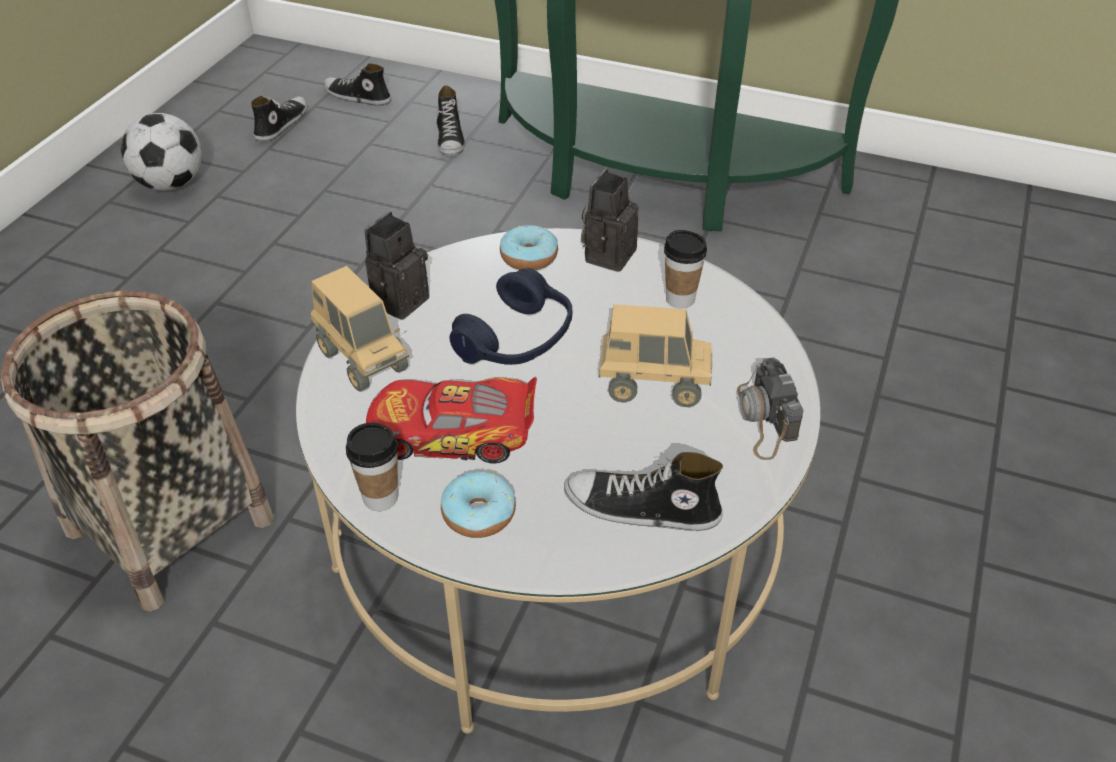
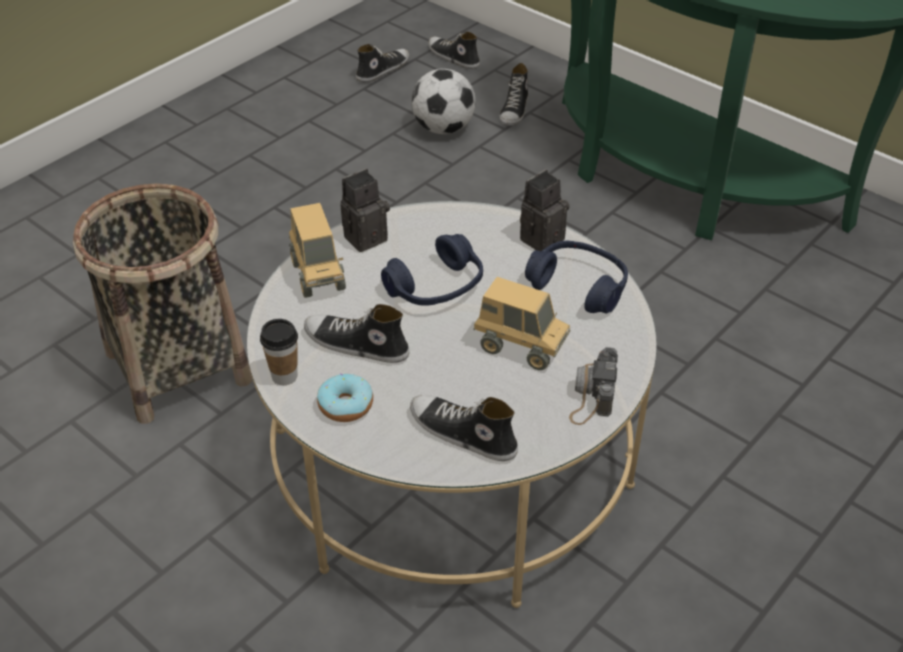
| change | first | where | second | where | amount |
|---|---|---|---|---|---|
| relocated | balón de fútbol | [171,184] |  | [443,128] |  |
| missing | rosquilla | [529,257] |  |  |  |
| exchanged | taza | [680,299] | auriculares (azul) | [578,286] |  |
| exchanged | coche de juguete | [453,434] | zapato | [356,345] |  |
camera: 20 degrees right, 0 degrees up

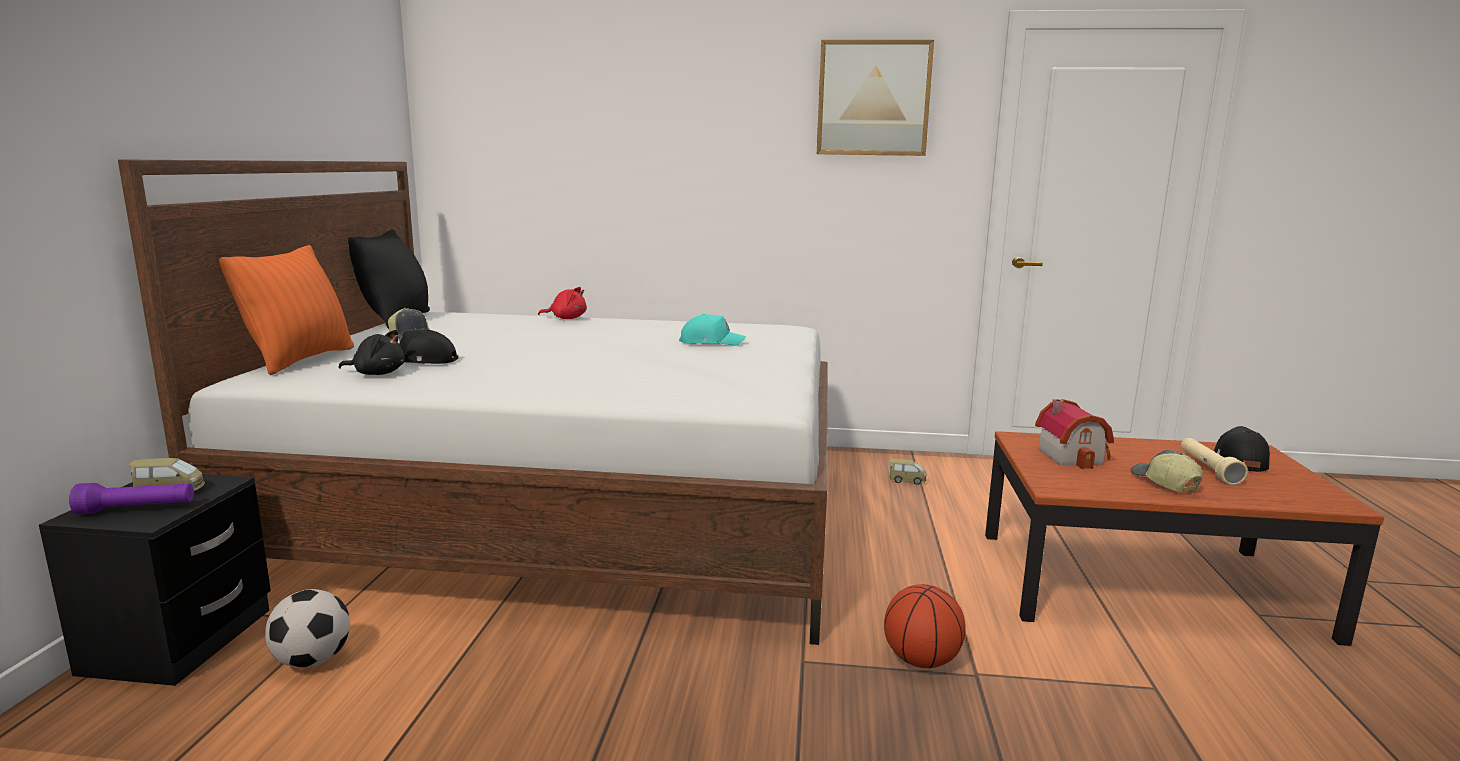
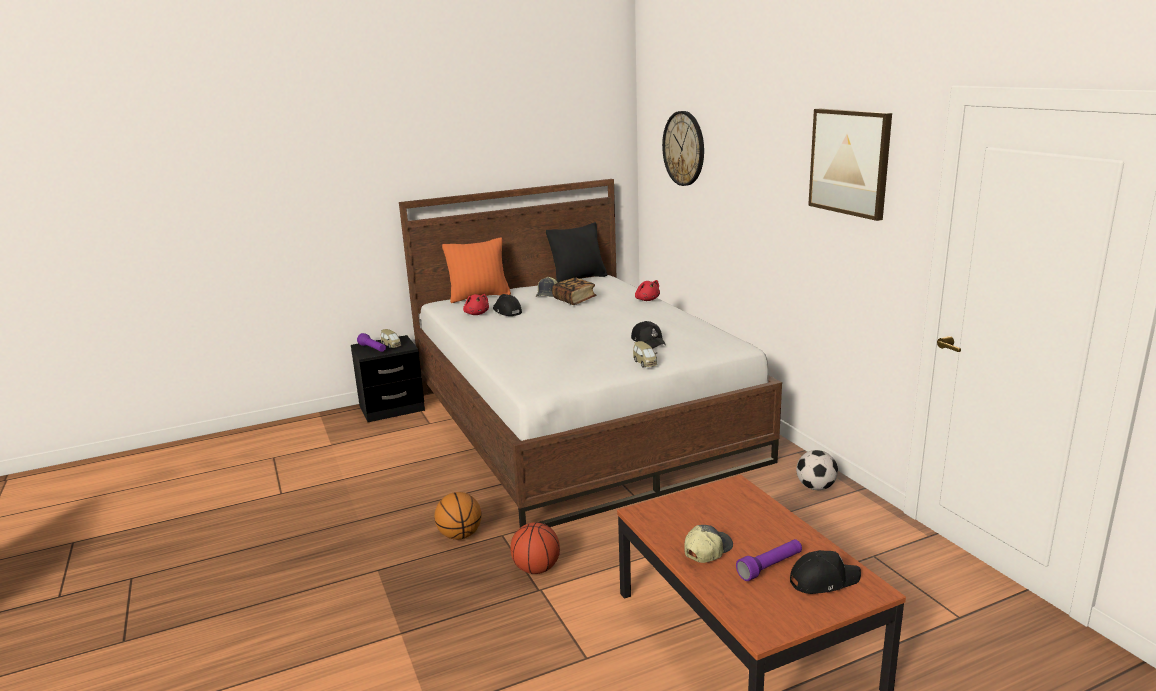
| change | first | where | second | where | amount |
|---|---|---|---|---|---|
| colour | gorra (turquesa) | [711,342] | gorra (negro) | [648,341] |  |
| colour | peluche (negro) | [377,373] | peluche (rojo) | [476,314] |  |
| missing | casita | [1073,456] |  |  |  |
| colour | linterna (beis) | [1208,469] | linterna (morado) | [770,567] |  |
| relocated | coche de juguete | [907,480] |  | [645,363] |  |
| relocated | balón de fútbol | [312,661] |  | [815,487] |  |
| appeared |  |  | reloj de pared | [684,148] |  |
| appeared |  |  | libro | [574,300] |  |
| appeared |  |  | balón de baloncesto | [460,535] |  |
camera: 60 degrees right, 5 degrees up

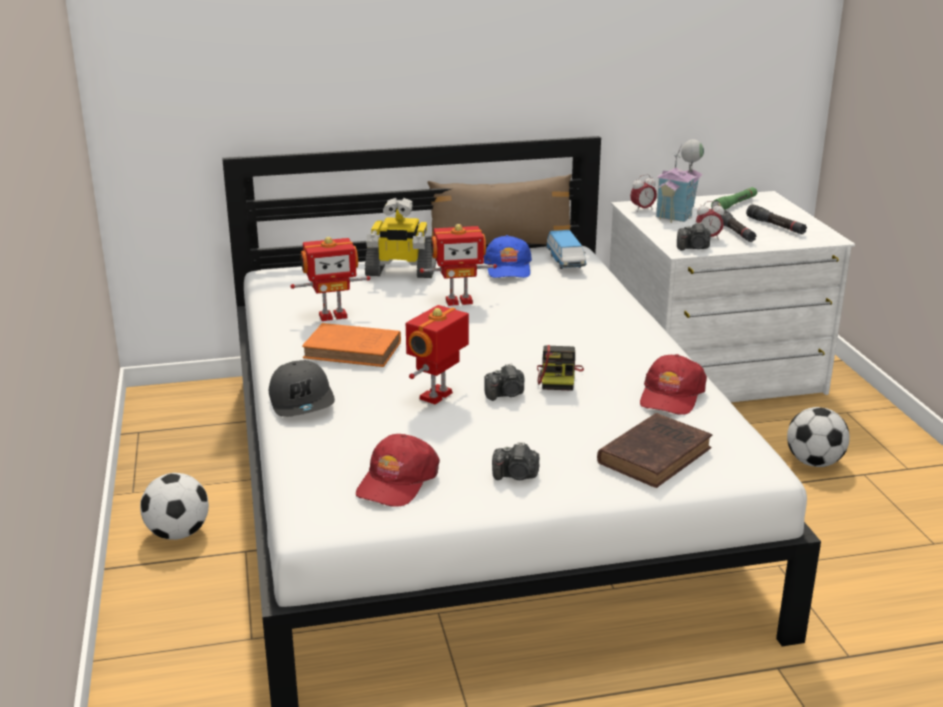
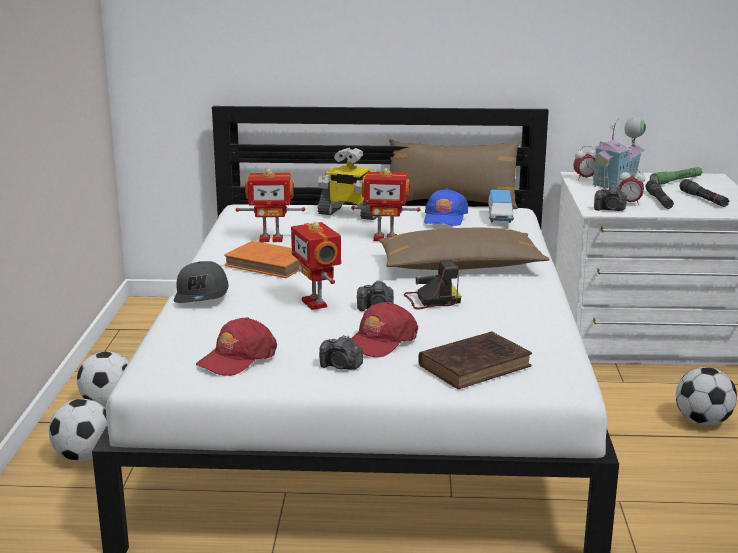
| change | first | where | second | where | amount |
|---|---|---|---|---|---|
| spun | robot de juguete | [438,396] |  | [316,303] | 75 degrees counterclockwise |
| spun | cámara | [559,378] |  | [431,300] | 120 degrees counterclockwise |
| relocated | gorra (rojo) | [671,396] |  | [380,341] |  |
| appeared |  |  | cojín (marrón) | [460,267] |  |
| appeared |  |  | balón de fútbol | [84,457] |  |
camera: 15 degrees right, 5 degrees down

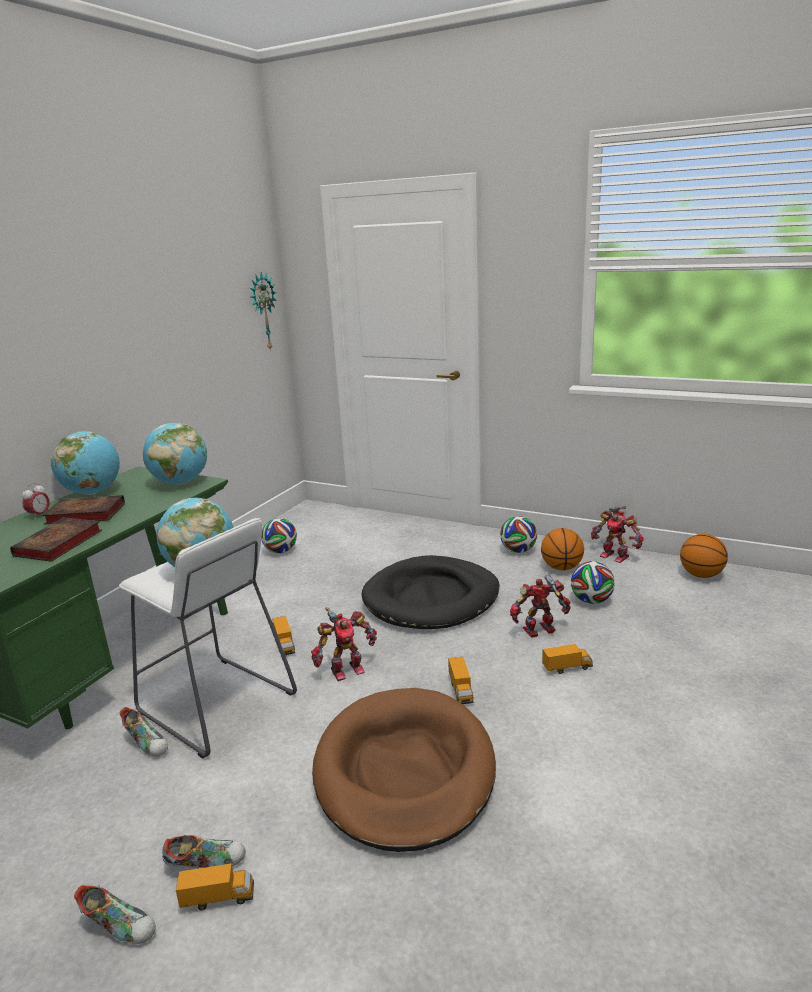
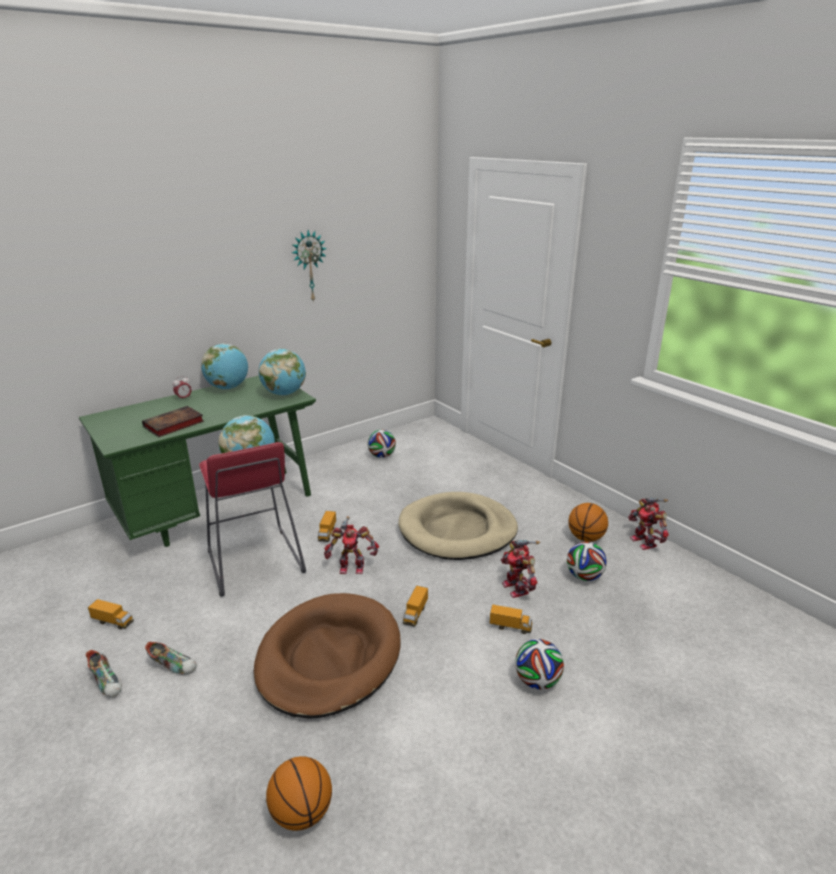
| change | first | where | second | where | amount |
|---|---|---|---|---|---|
| relocated | reloj de pared | [263,312] |  | [309,266] |  |
| missing | libro | [83,514] |  |  |  |
| relocated | balón de fútbol | [518,550] |  | [537,681] |  |
| colour | taburete (blanco) | [216,704] | taburete (rojo) | [254,562] |  |
| relocated | balón de baloncesto | [701,575] |  | [301,813] |  |
| colour | cama para perro (negro) | [431,598] | cama para perro (beis) | [457,530] |  |
| spun | robot de juguete | [540,631] |  | [517,588] | 120 degrees counterclockwise |
| missing | zapato | [148,743] |  |  |  |
| relocated | camión de juguete | [218,899] |  | [113,622] |  |
camera: 25 degrees right, 5 degrees up

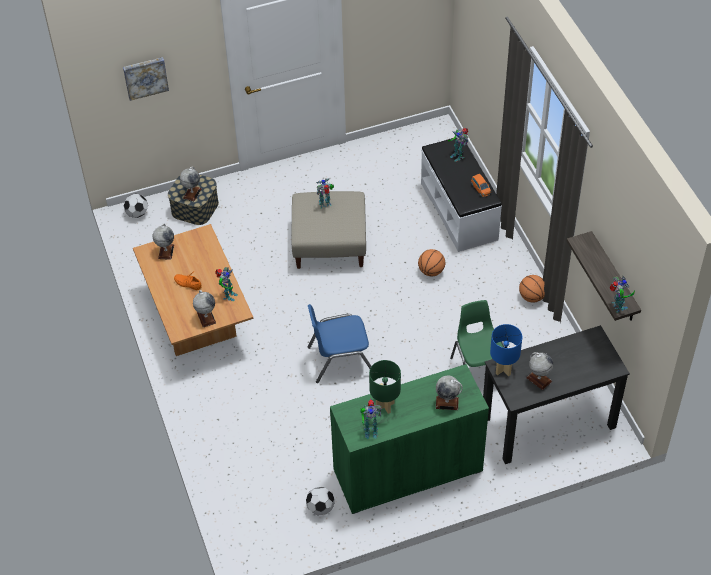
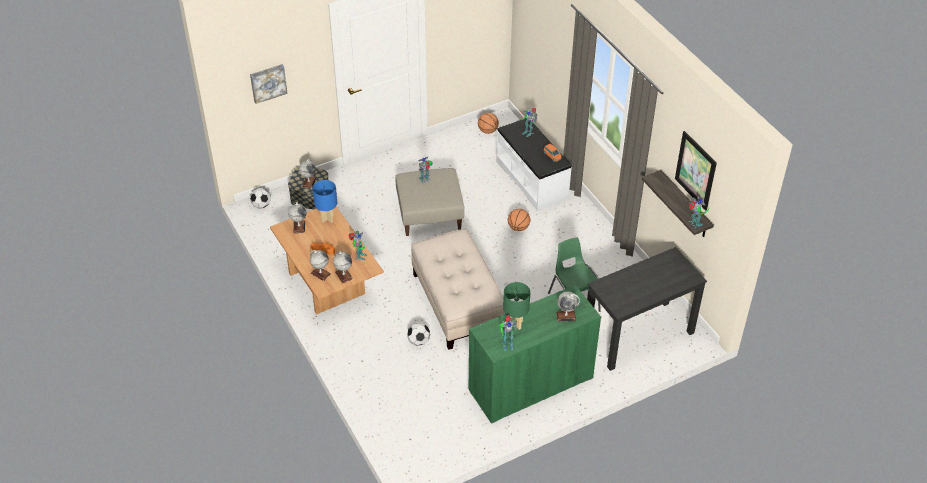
| change | first | where | second | where | amount |
|---|---|---|---|---|---|
| relocated | balón de baloncesto | [531,297] |  | [488,131] |  |
| exchanged | silla (azul) | [340,359] | puf (beis) | [456,303] |  |
| relocated | lámpara de mesa (azul) | [503,369] |  | [327,218] |  |
| relocated | globo terráqueo | [539,379] |  | [320,273] |  |
| relocated | balón de fútbol | [320,508] |  | [418,341] |  |
| appeared |  |  | cuadro | [695,170] |  |
camera: 10 degrees left, 5 degrees down

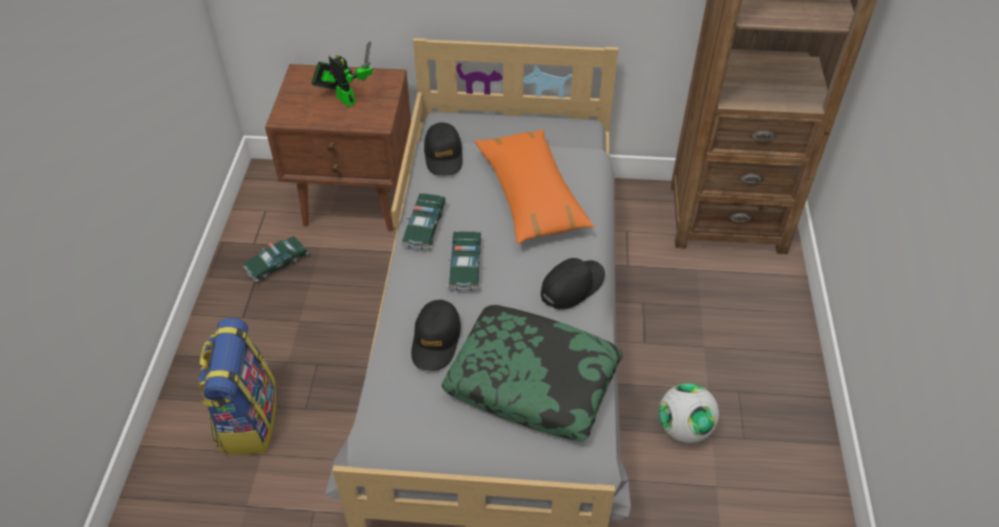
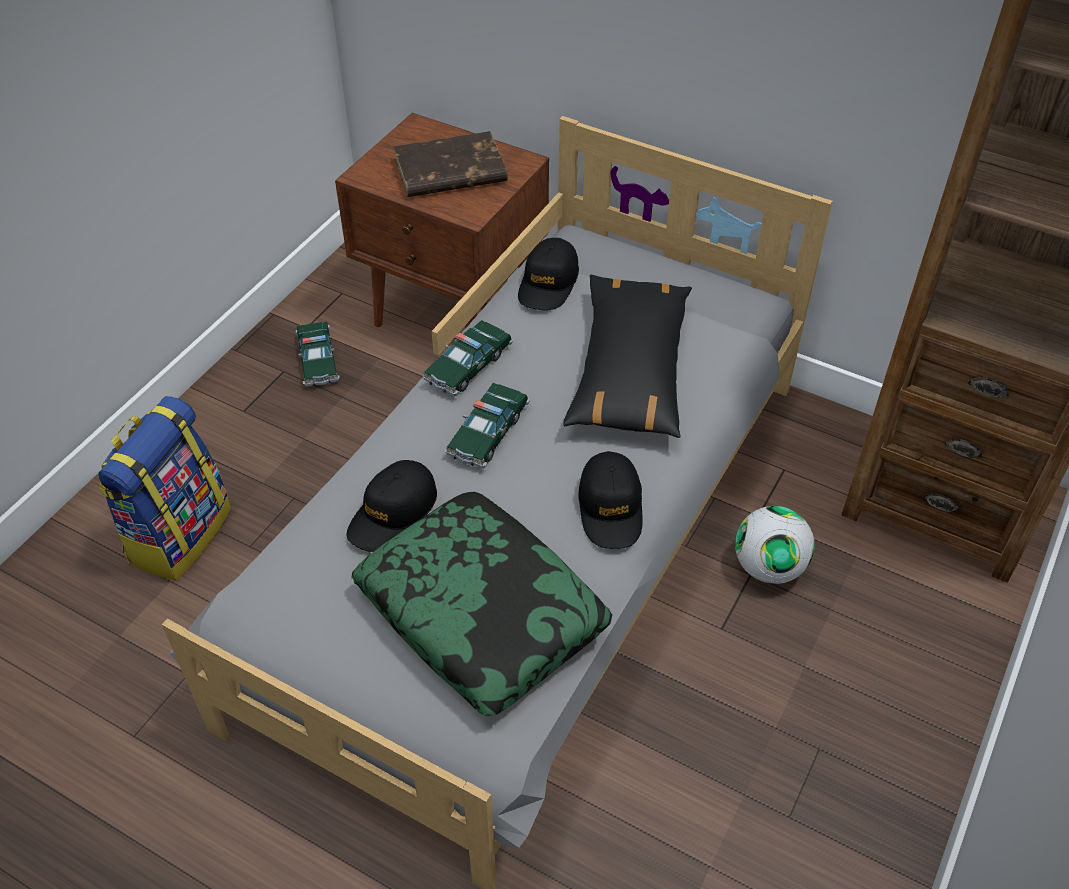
| change | first | where | second | where | amount |
|---|---|---|---|---|---|
| exchanged | robot de juguete | [344,98] | libro (marrón) | [449,172] |  |
| colour | cojín (naranja) | [531,195] | cojín (negro) | [630,370] |  |
| spun | coche de juguete | [277,263] |  | [318,360] | 90 degrees counterclockwise |
| spun | gorra (negro) | [572,286] |  | [611,508] | 105 degrees clockwise |
| relocated | balón de fútbol | [684,428] |  | [768,567] |  |
camera: 25 degrees right, 0 degrees up

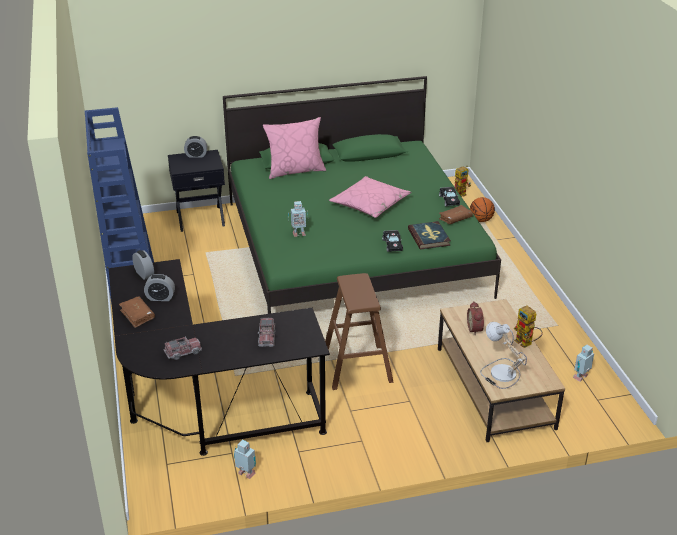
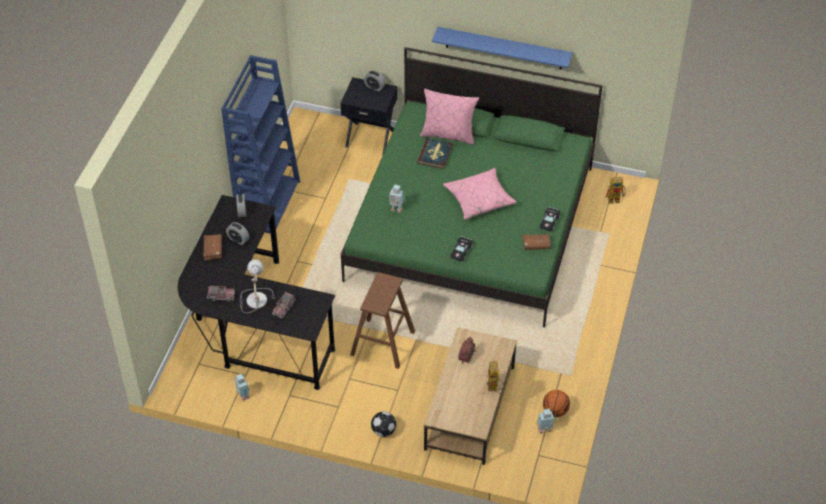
| change | first | where | second | where | amount |
|---|---|---|---|---|---|
| relocated | balón de baloncesto | [481,220] |  | [555,411] |  |
| relocated | libro | [429,237] |  | [435,155] |  |
| relocated | lámpara de mesa | [500,373] |  | [254,299] |  |
| appeared |  |  | estante (azul) | [504,48] |  |
| appeared |  |  | balón de fútbol | [384,431] |  |
camera: 30 degrees right, 15 degrees up

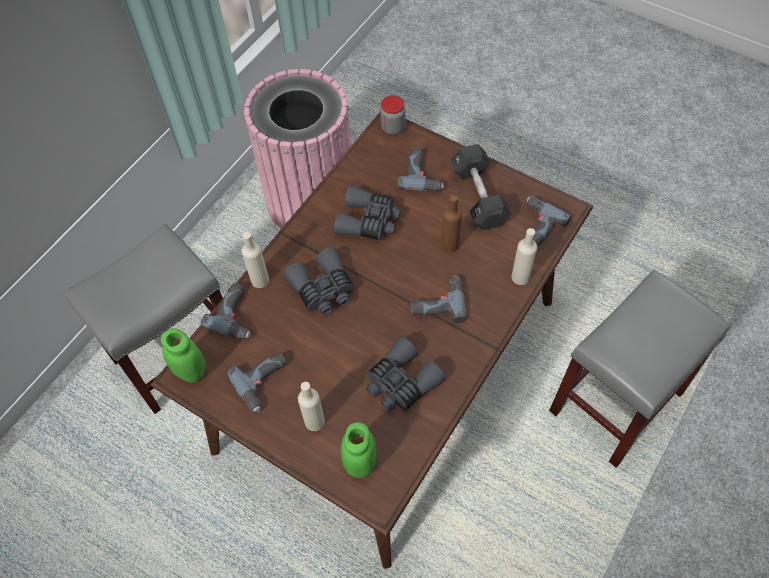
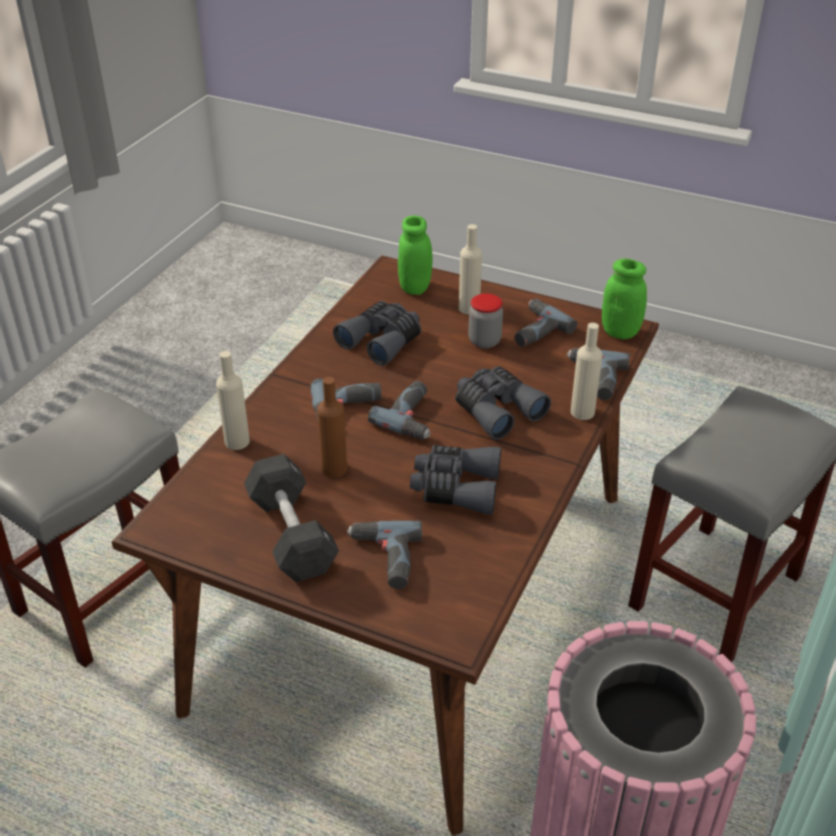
| change | first | where | second | where | amount |
|---|---|---|---|---|---|
| relocated | tarro | [393,128] |  | [484,341] |  |
| relocated | taladro | [536,225] |  | [413,417] |  |
camera: 170 degrees right, 20 degrees down

